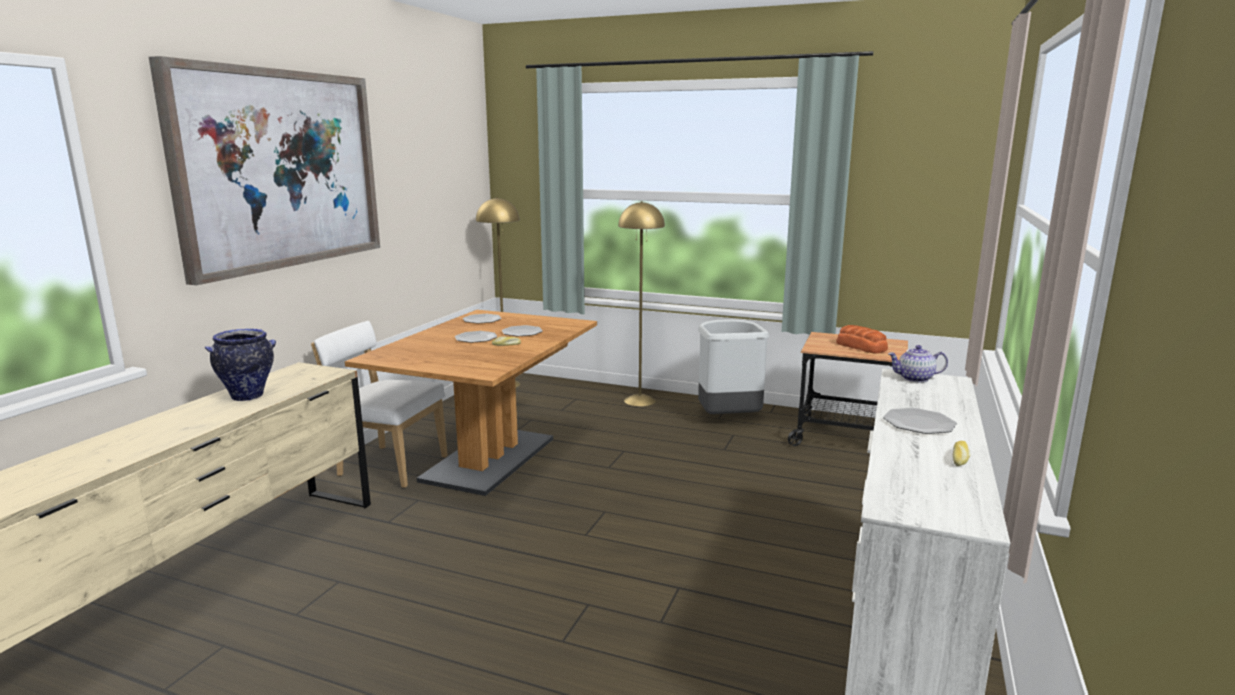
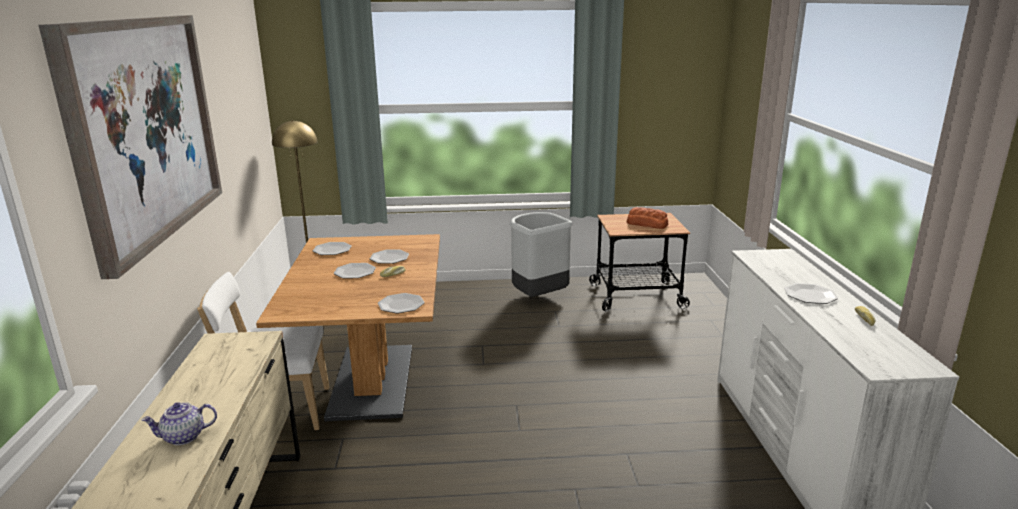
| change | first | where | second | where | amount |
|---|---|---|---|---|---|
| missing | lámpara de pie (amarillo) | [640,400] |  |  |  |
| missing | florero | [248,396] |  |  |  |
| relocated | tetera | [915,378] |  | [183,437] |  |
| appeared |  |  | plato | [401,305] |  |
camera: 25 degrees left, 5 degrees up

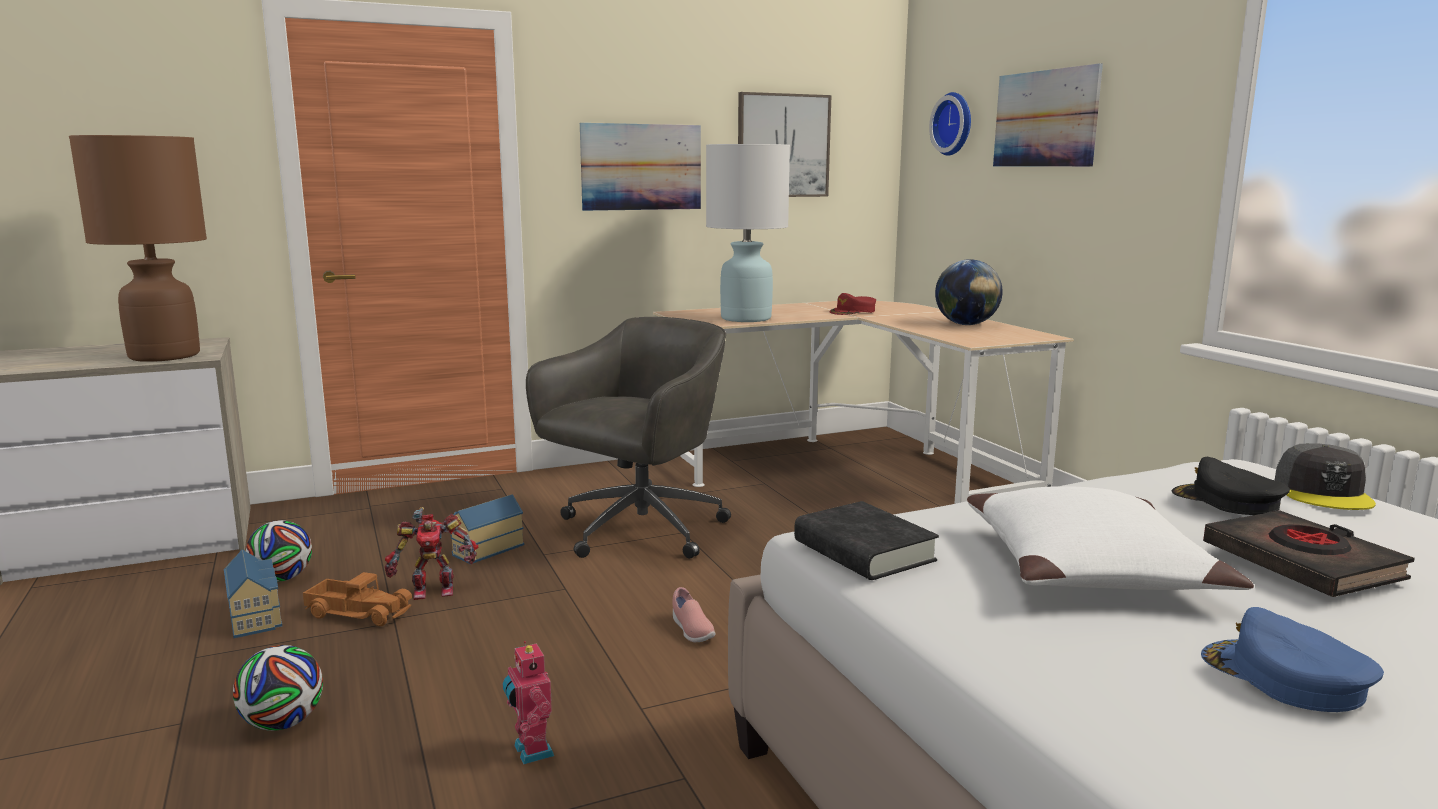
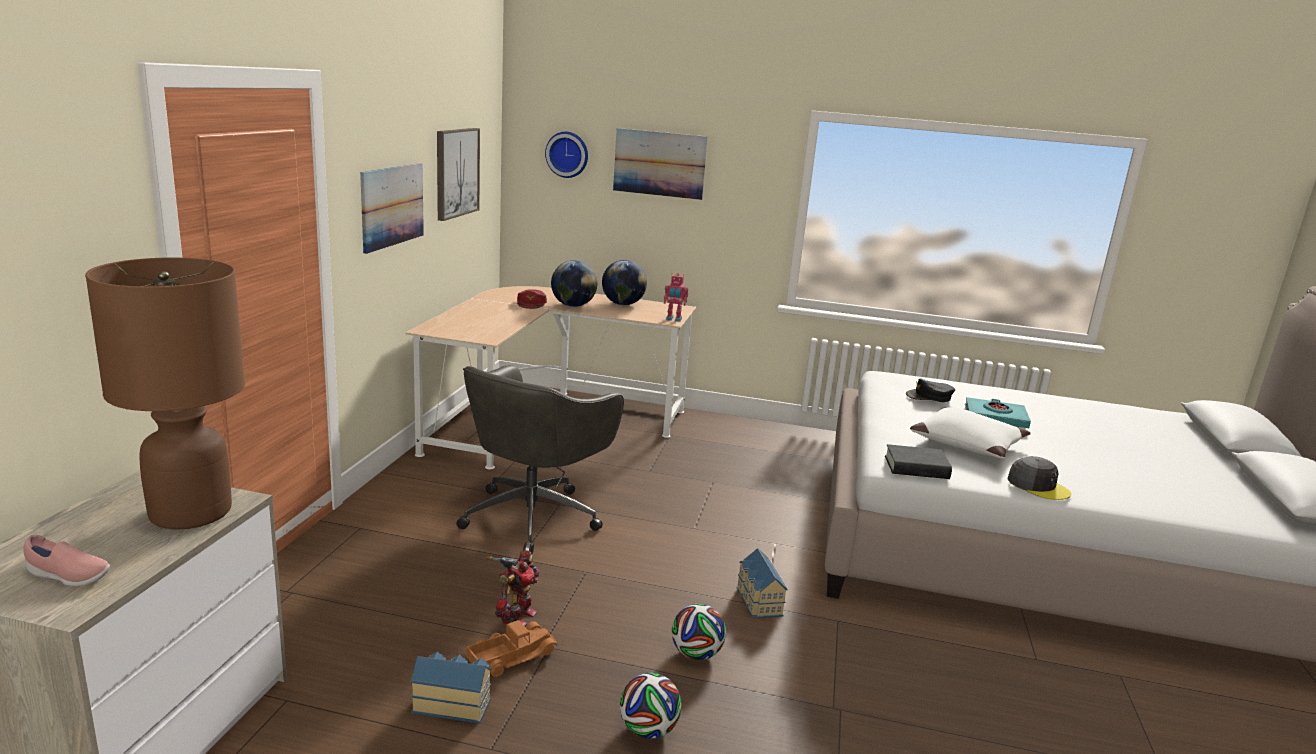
| change | first | where | second | where | amount |
|---|---|---|---|---|---|
| missing | lámpara de mesa (blanco) | [746,318] |  |  |  |
| spun | silla de oficina (gris) | [638,531] |  | [534,516] | 135 degrees counterclockwise |
| relocated | gorra (gris) | [1323,492] |  | [1038,486] |  |
| relocated | casita | [485,549] |  | [758,601] |  |
| colour | libro (negro) | [1302,563] | libro (turquesa) | [995,417] |  |
| relocated | balón de fútbol | [282,578] |  | [696,654] |  |
| relocated | zapato (rosa) | [691,630] |  | [68,576] |  |
| missing | gorra (azul) | [1284,677] |  |  |  |
| relocated | robot de juguete | [530,751] |  | [673,319] |  |
| appeared |  |  | globo terráqueo | [573,306] |  |
camera: 55 degrees left, 5 degrees up

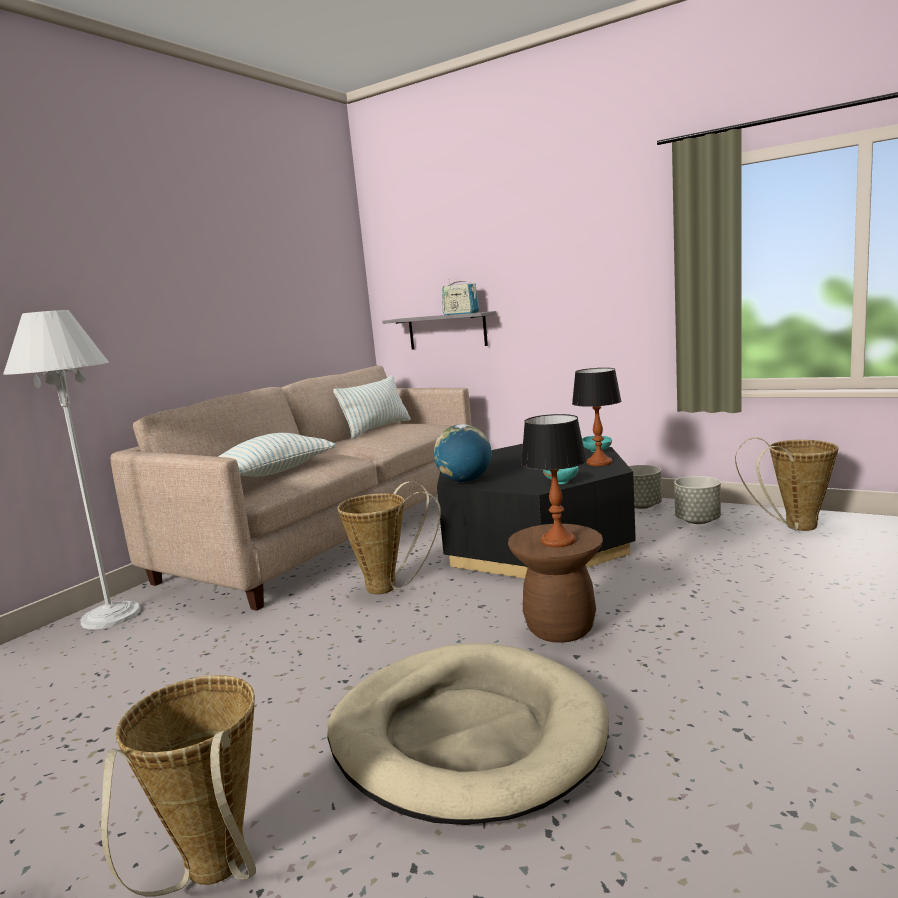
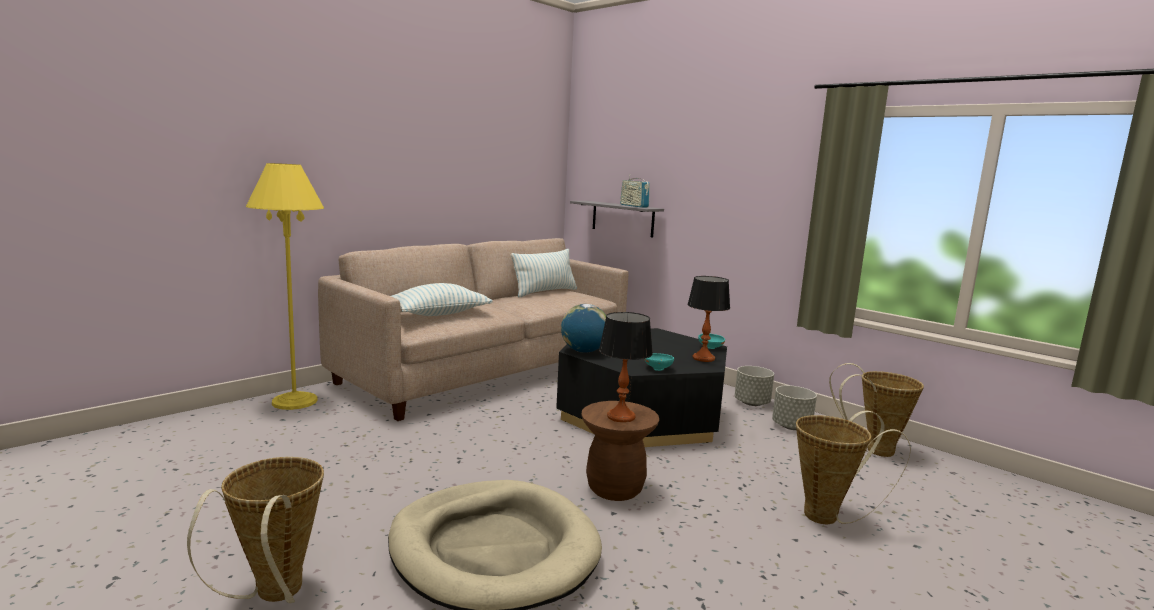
| change | first | where | second | where | amount |
|---|---|---|---|---|---|
| colour | lámpara de pie (blanco) | [111,616] | lámpara de pie (amarillo) | [294,401] |  |
| relocated | cesta | [389,587] |  | [828,517] |  |
camera: 10 degrees right, 0 degrees up

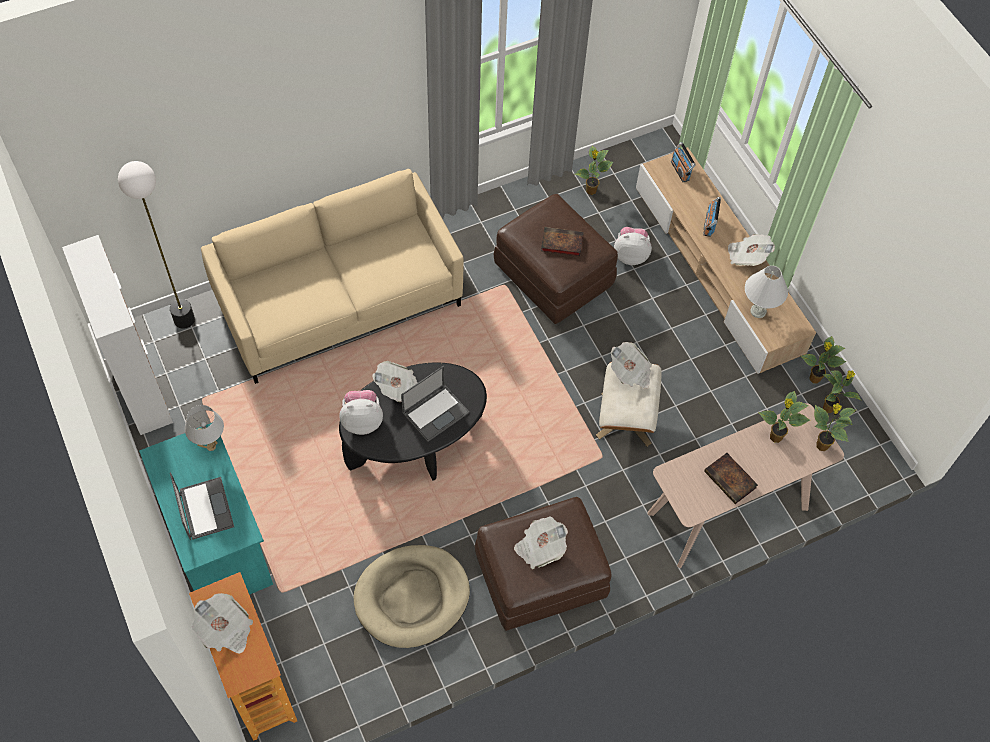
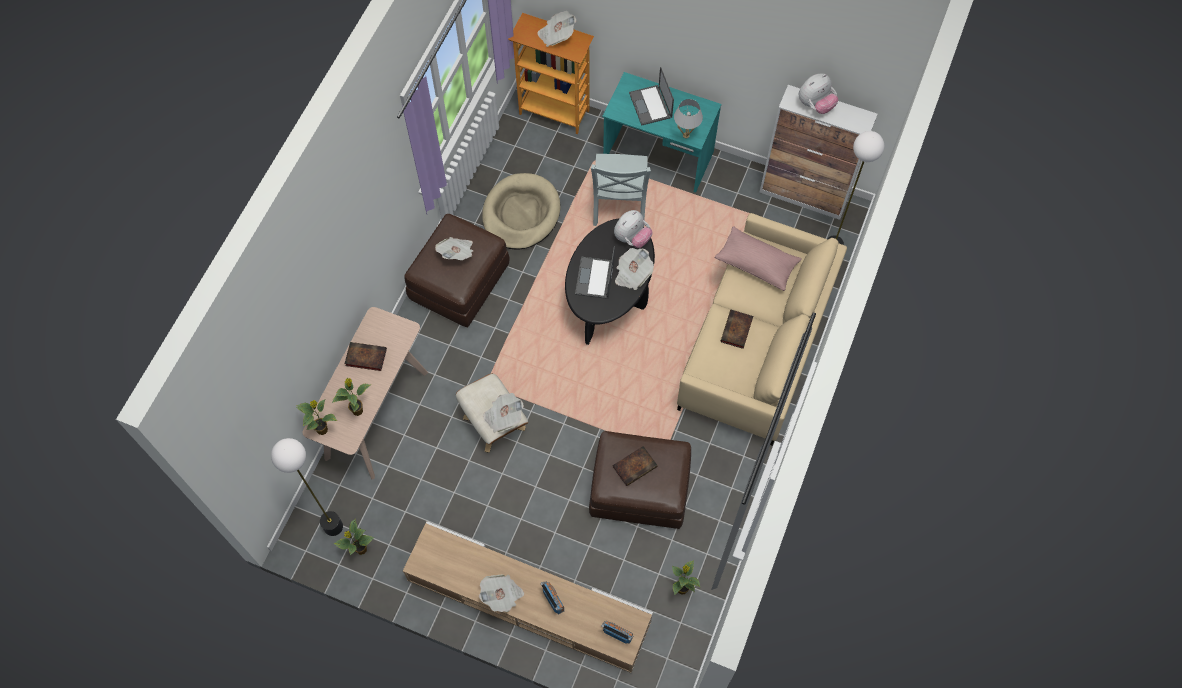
| change | first | where | second | where | amount |
|---|---|---|---|---|---|
| relocated | peluche | [630,255] |  | [815,104] |  |
| missing | lámpara de mesa (blanco) | [758,311] |  |  |  |
| missing | planta en maceta | [814,379] |  |  |  |
| spun | portátil | [205,508] |  | [651,106] | 45 degrees clockwise |
| appeared |  |  | silla (gris) | [619,207] |  |
| appeared |  |  | cojín (rosa) | [756,264] |  |
| appeared |  |  | libro | [736,331] |  |
| appeared |  |  | lámpara de pie | [333,526] |  |
camera: 140 degrees right, 5 degrees up

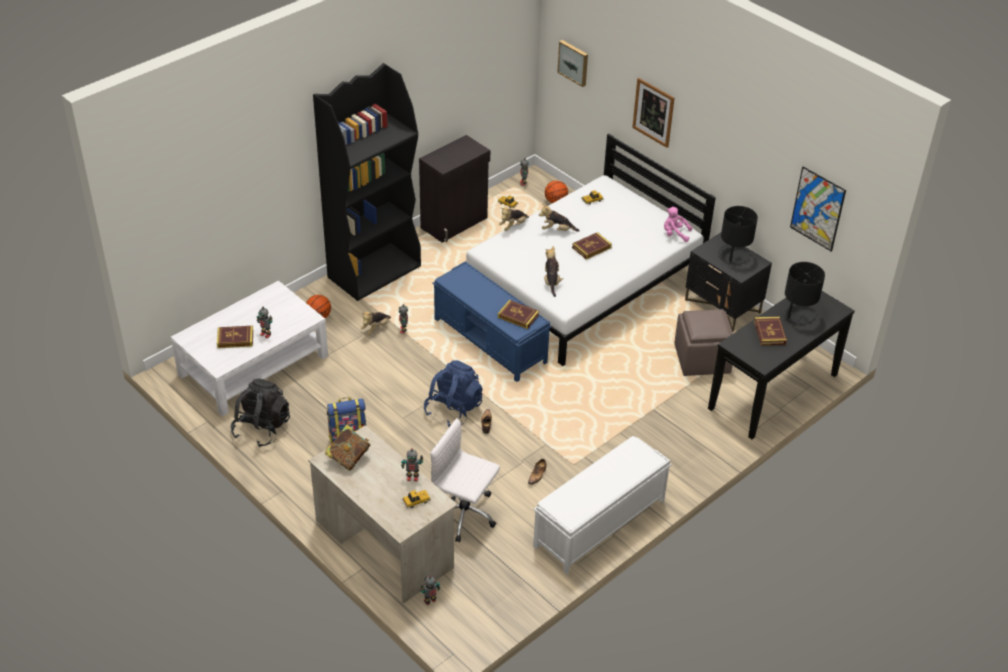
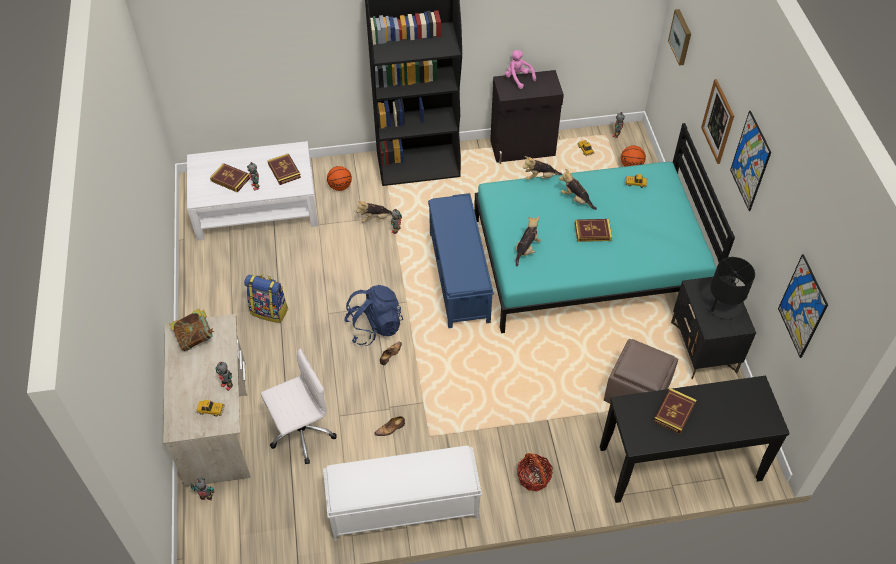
| change | first | where | second | where | amount |
|---|---|---|---|---|---|
| colour | cama (blanco) | [584,284] | cama (turquesa) | [588,260] |  |
| relocated | peluche (rosa) | [675,234] |  | [518,78] |  |
| missing | lámpara de mesa (negro) | [798,313] |  |  |  |
| relocated | libro | [518,316] |  | [284,170] |  |
| missing | mochila (negro) | [262,428] |  |  |  |
| spun | silla de oficina (blanco) | [465,515] |  | [300,433] | 90 degrees clockwise |
| appeared |  |  | cuadro | [750,161] |  |
| appeared |  |  | cesta | [534,477] |  |
camera: 35 degrees right, 10 degrees up

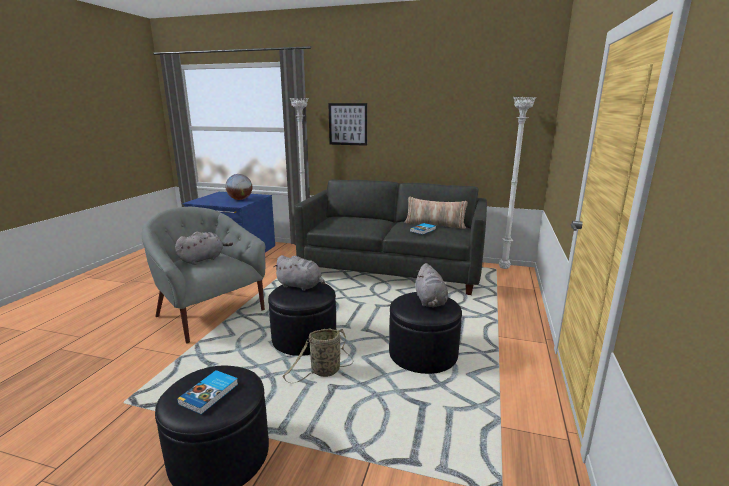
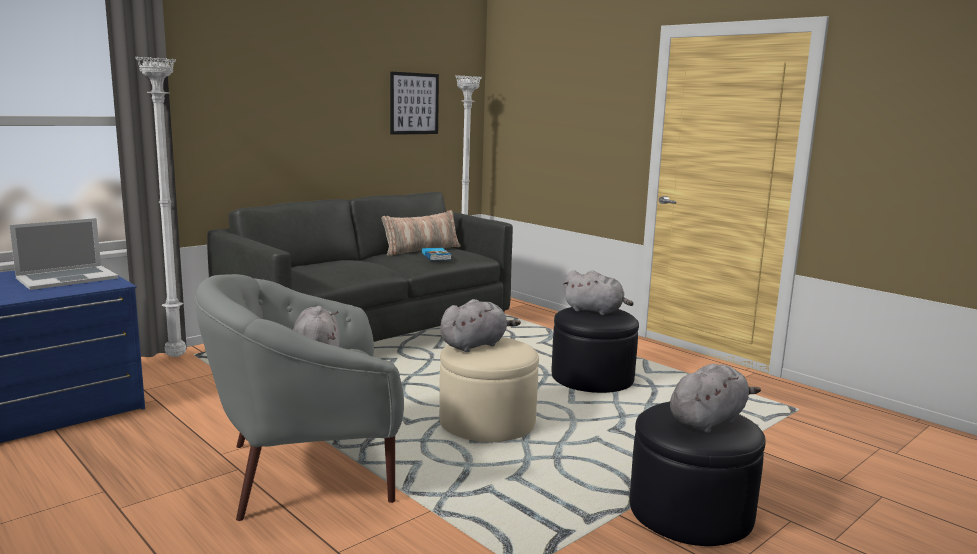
| change | first | where | second | where | amount |
|---|---|---|---|---|---|
| relocated | cuadro | [348,124] |  | [414,103] |  |
| exchanged | globo terráqueo | [240,199] | portátil | [67,278] |  |
| colour | puf (negro) | [304,338] | puf (beis) | [487,421] |  |
| missing | cesta | [323,372] |  |  |  |
| exchanged | libro | [210,394] | peluche (gris) | [708,420] |  |
camera: 60 degrees left, 5 degrees down

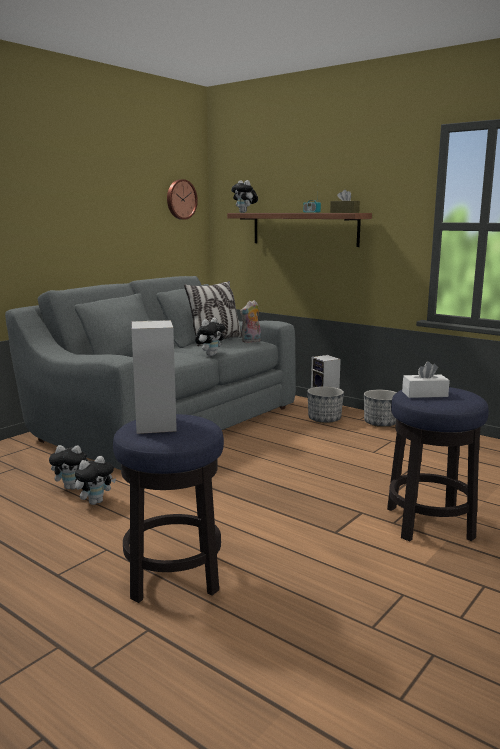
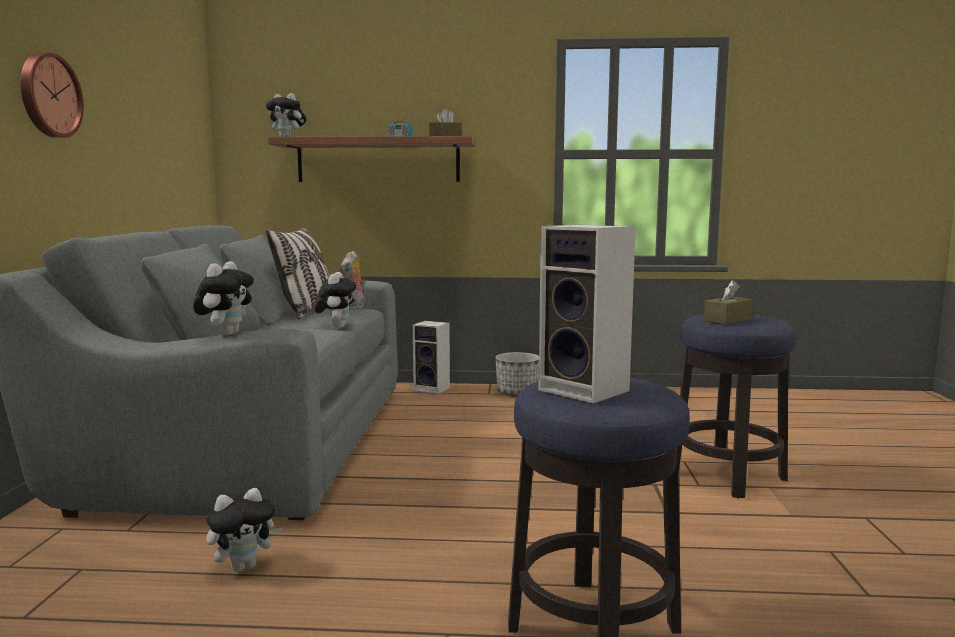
| change | first | where | second | where | amount |
|---|---|---|---|---|---|
| relocated | reloj de pared | [180,199] |  | [48,95] |  |
| colour | caja de pañuelos (blanco) | [424,394] | caja de pañuelos (marrón) | [728,320] |  |
| missing | maceta | [324,420] |  |  |  |
| relocated | peluche | [95,502] |  | [226,334] |  |
camera: 35 degrees left, 5 degrees down

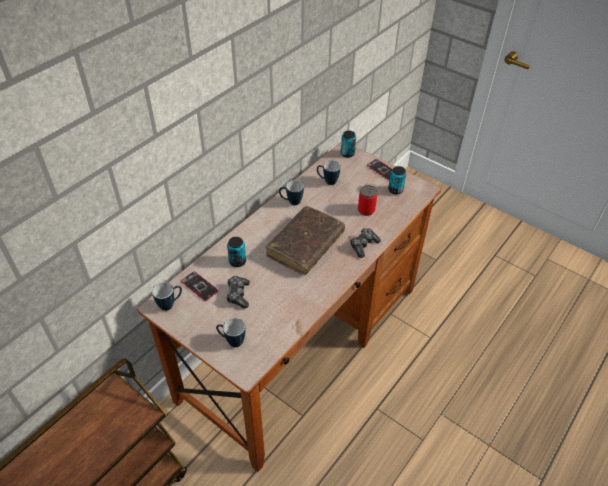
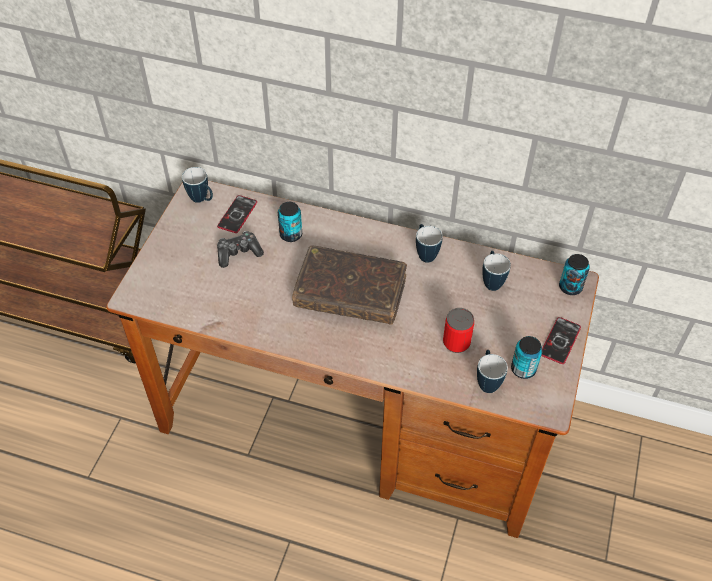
| change | first | where | second | where | amount |
|---|---|---|---|---|---|
| missing | mando de consola | [363,245] |  |  |  |
| relocated | taza grande | [232,341] |  | [487,381] |  |
camera: 70 degrees right, 5 degrees up

